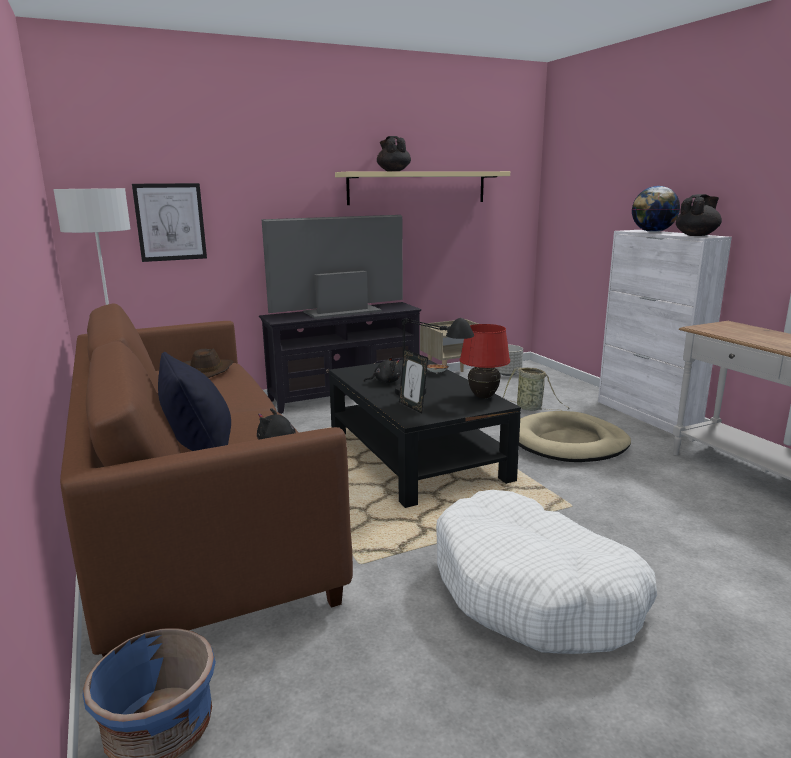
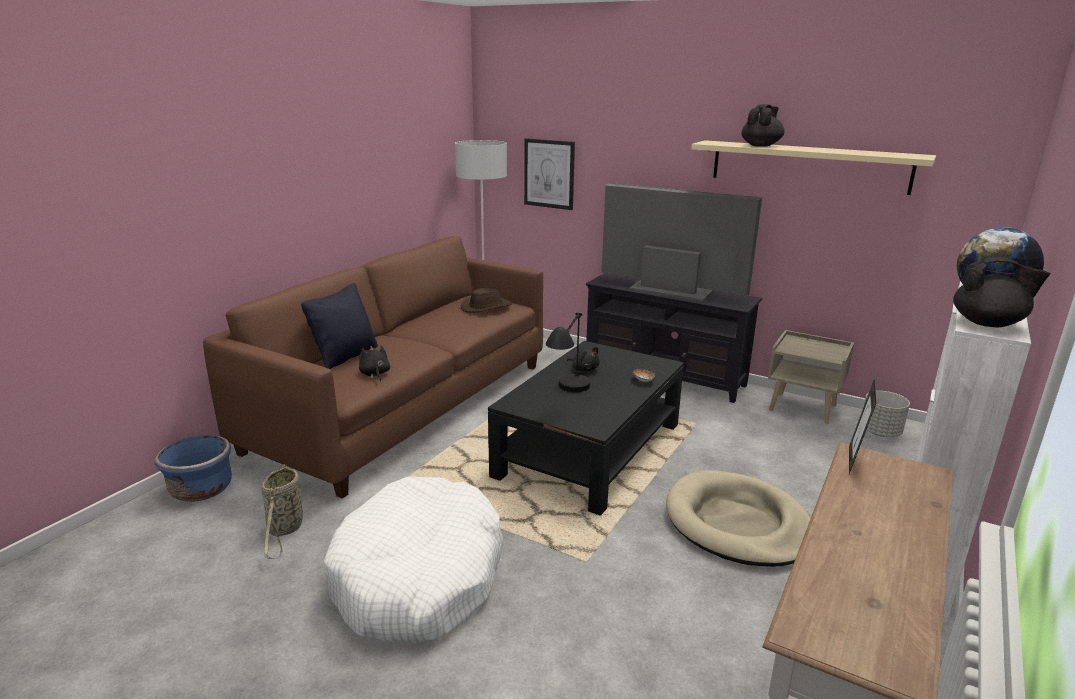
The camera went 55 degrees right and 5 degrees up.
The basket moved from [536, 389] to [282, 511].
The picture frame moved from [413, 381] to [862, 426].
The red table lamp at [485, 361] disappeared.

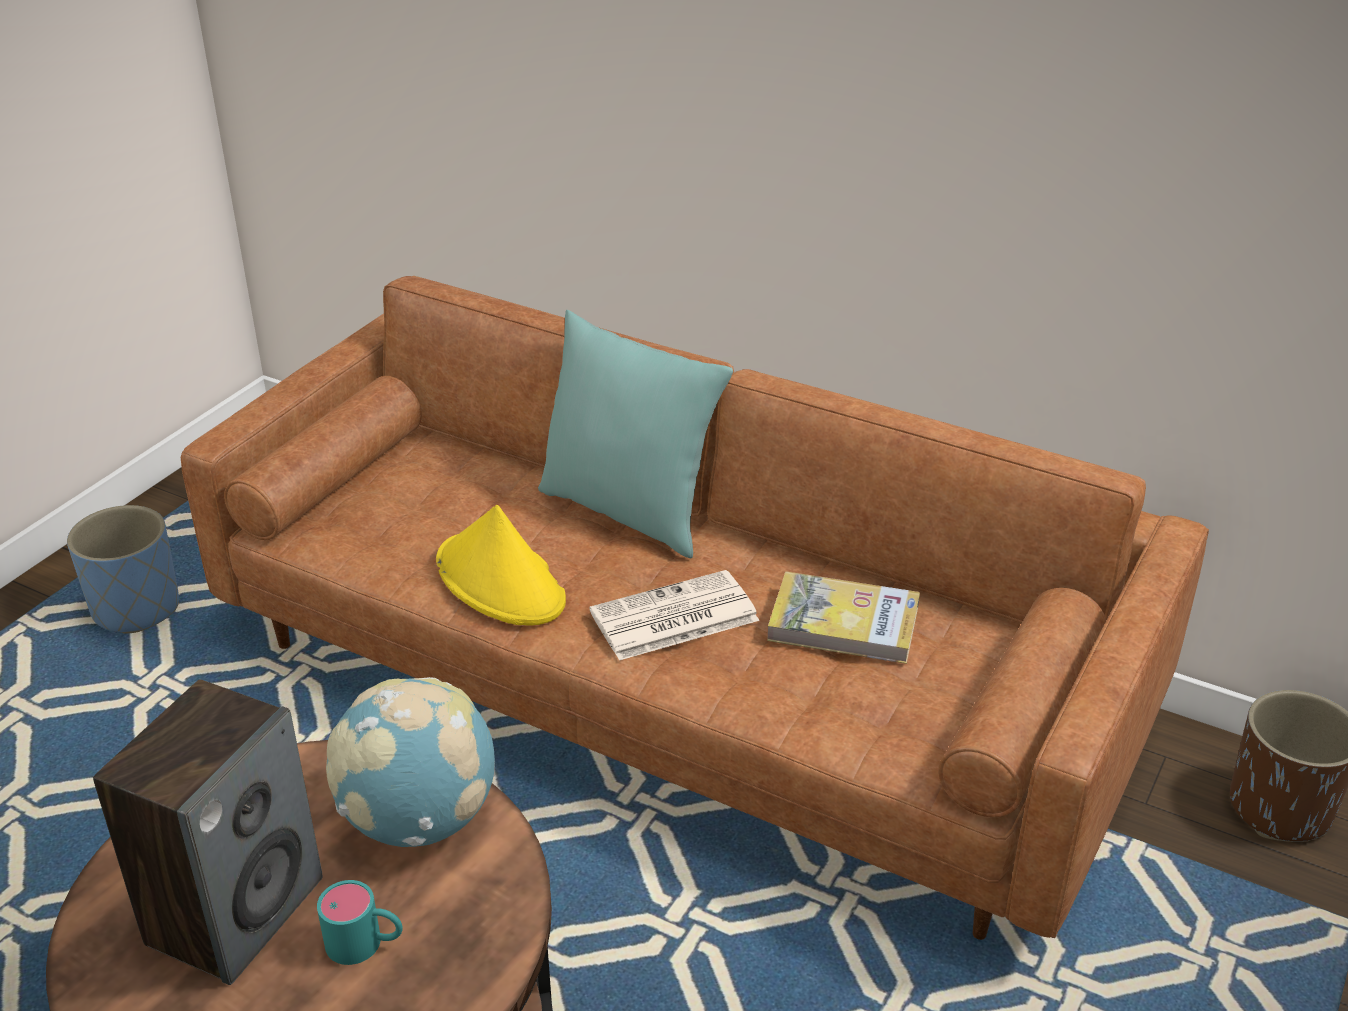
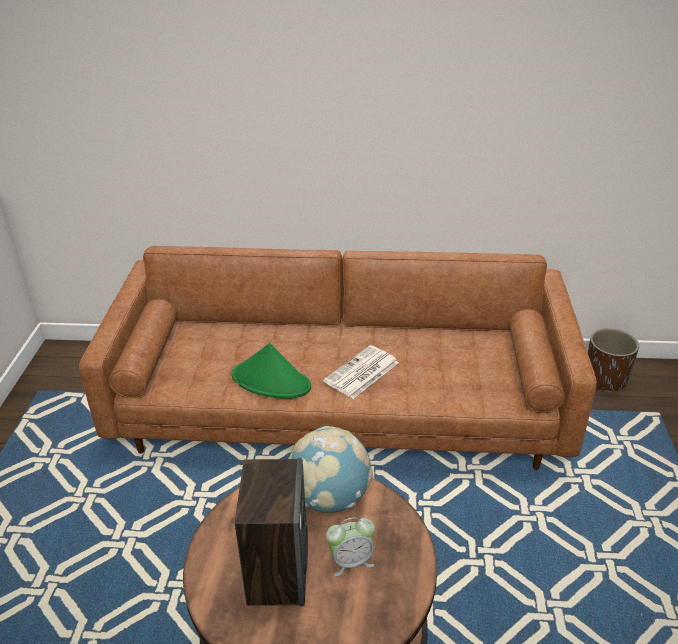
The camera went 25 degrees left and 0 degrees up.
The yellow hat at [501, 565] became the green hat at [271, 371].
The turquoise mug at [360, 922] was replaced by the alarm clock at [350, 546].
The blue planter at [123, 569] disappeared.
The turquoise pillow at [635, 434] disappeared.
The book at [843, 618] disappeared.

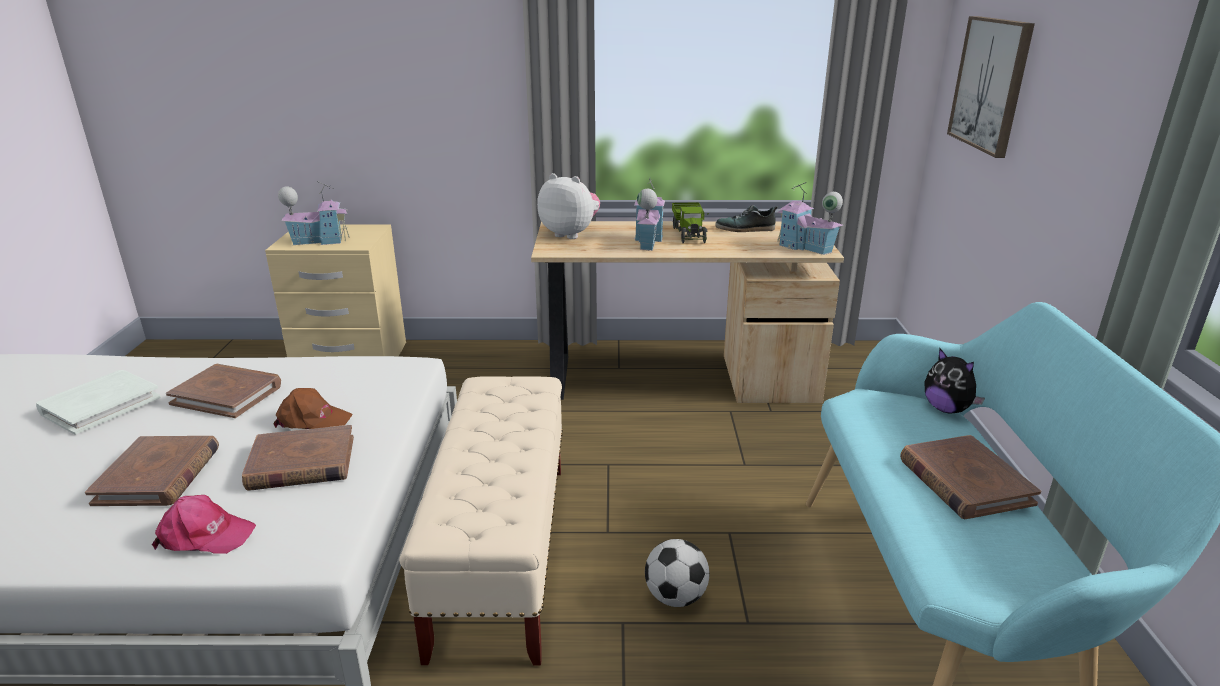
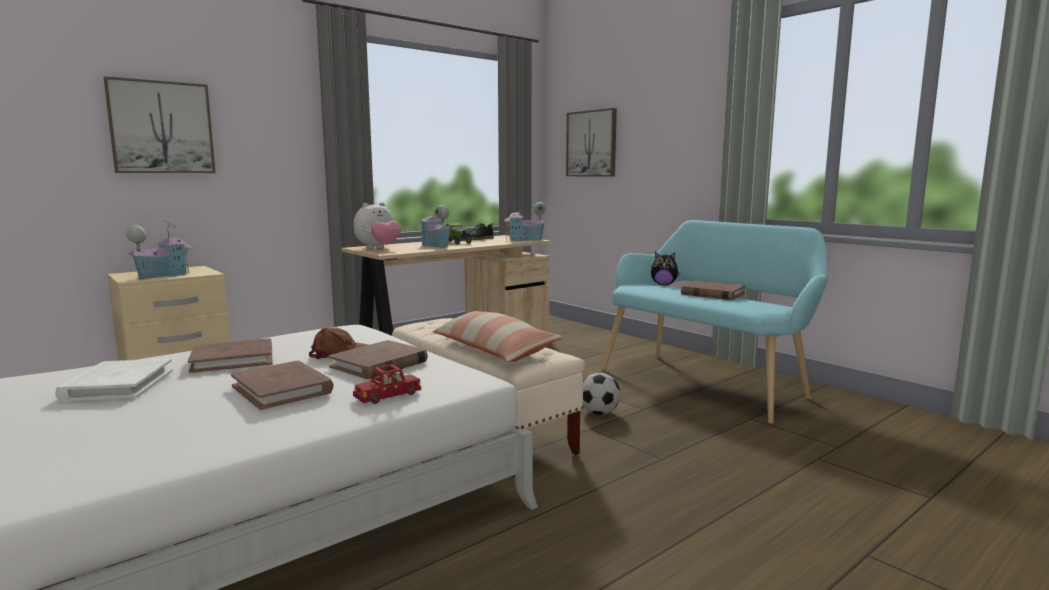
The camera went 40 degrees left and 15 degrees down.
The picture at [159, 124] appeared.
The plush toy at [568, 206] turned 150 degrees clockwise.
The pink cap at [204, 524] was replaced by the red toy car at [387, 384].
The pillow at [498, 336] appeared.

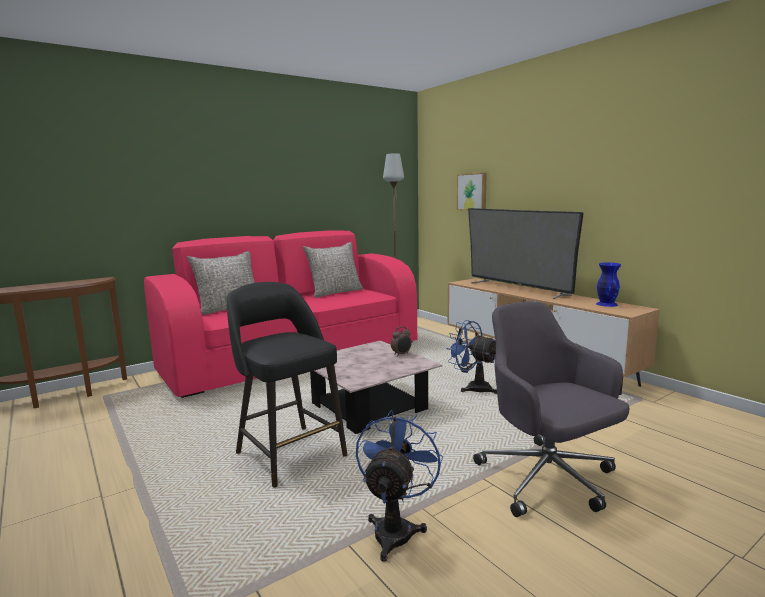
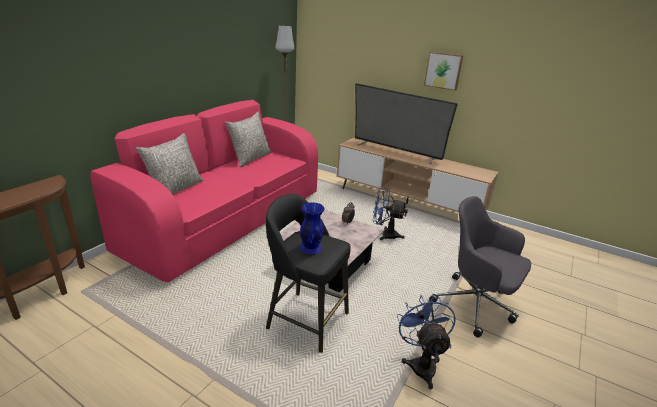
The camera went 25 degrees left and 15 degrees up.
The blue vase moved from [608, 284] to [312, 228].
The picture moved from [472, 191] to [444, 71].

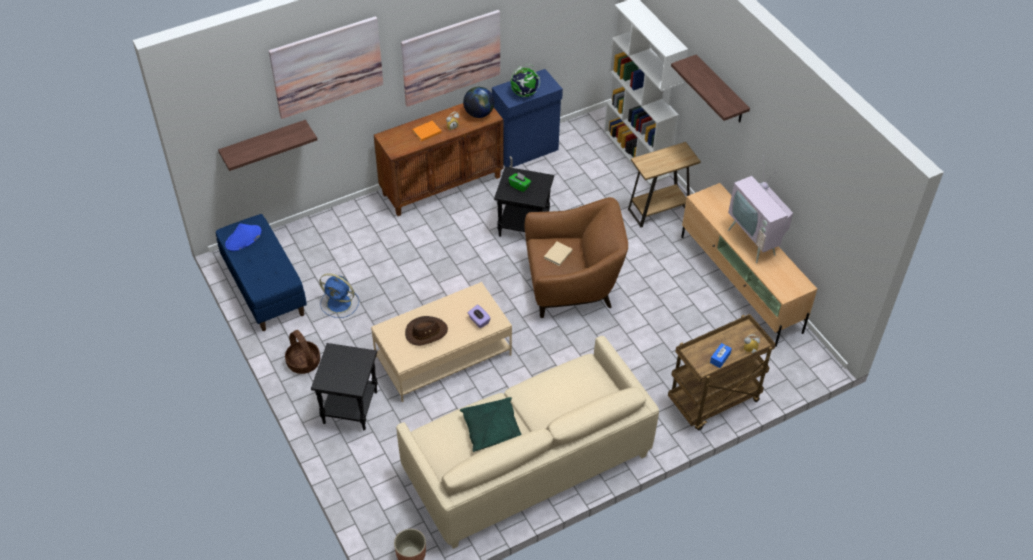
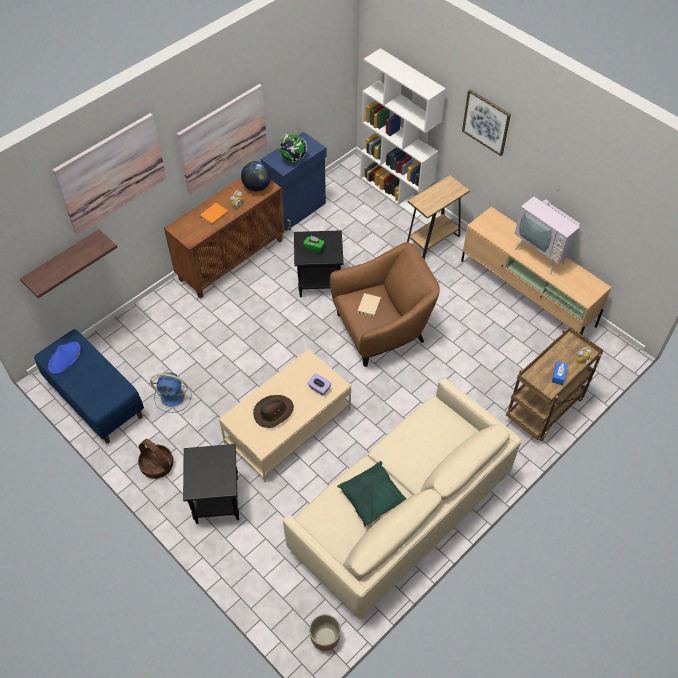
The camera went 15 degrees left and 5 degrees up.
The shelf at [710, 88] was replaced by the picture at [486, 122].

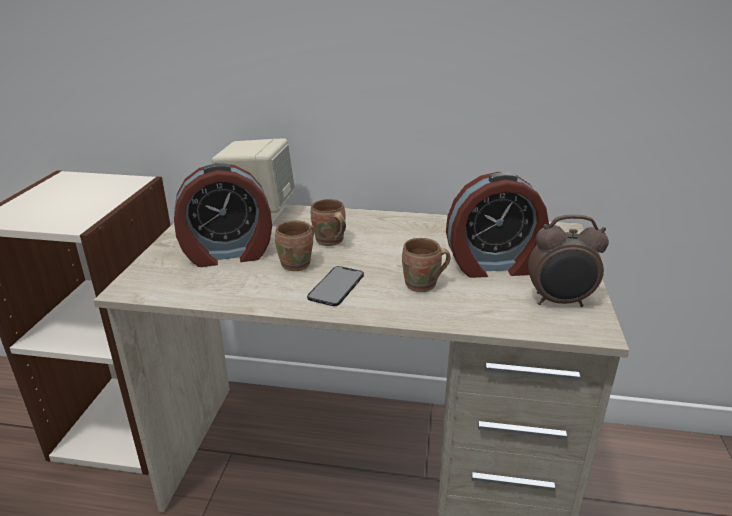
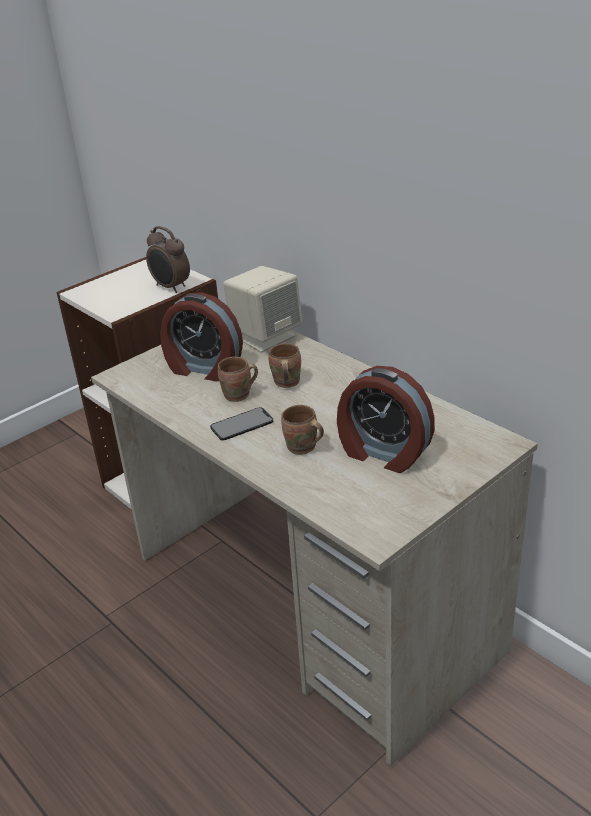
The camera went 40 degrees right and 5 degrees up.
The alarm clock moved from [568, 261] to [168, 259].

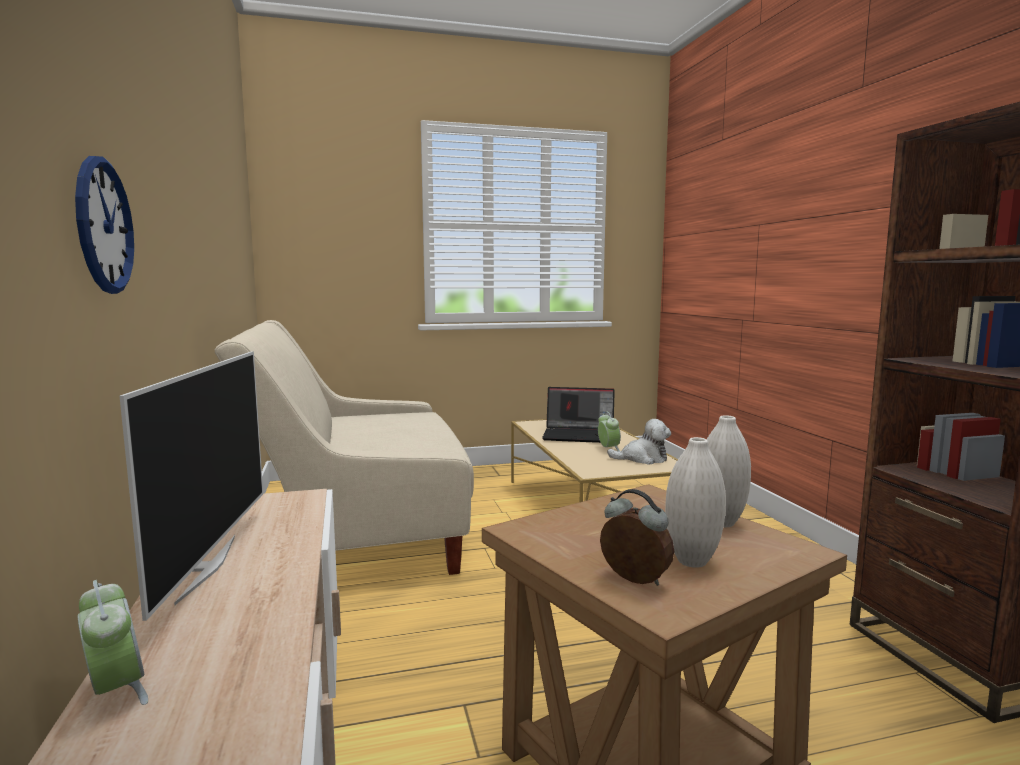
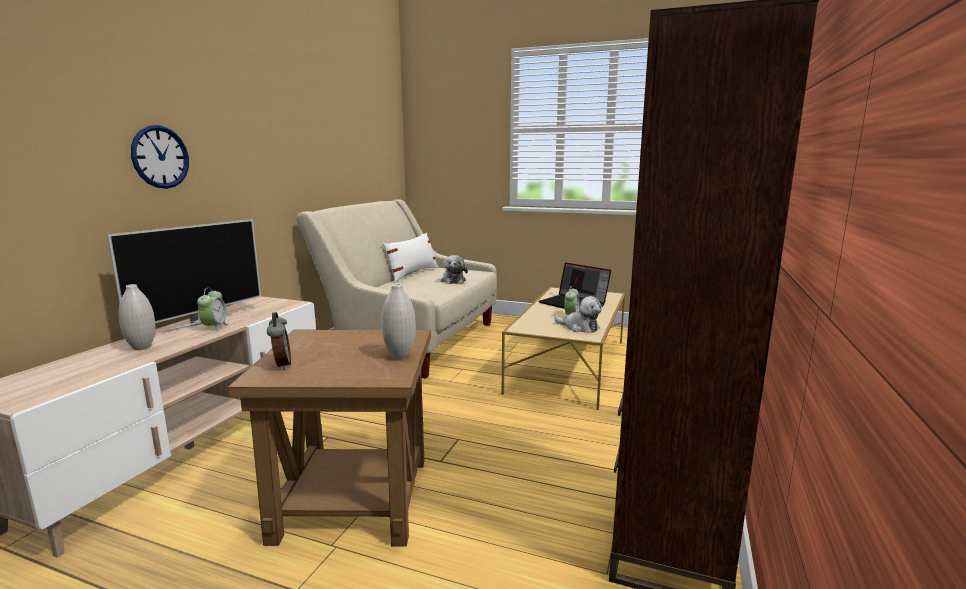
The camera went 35 degrees right and 5 degrees up.
The white vase moved from [695, 502] to [136, 317].
The alarm clock moved from [113, 642] to [213, 310].
The white pillow at [410, 257] appeared.
The plush toy at [454, 269] appeared.

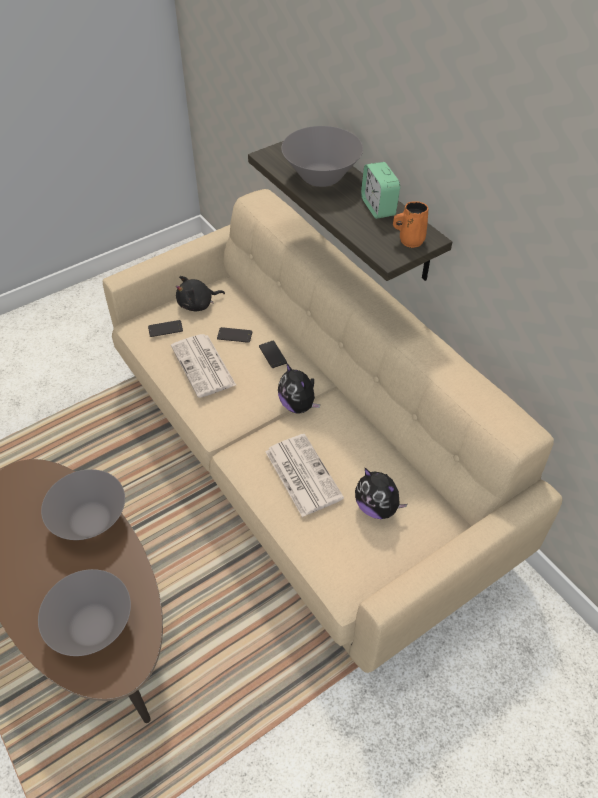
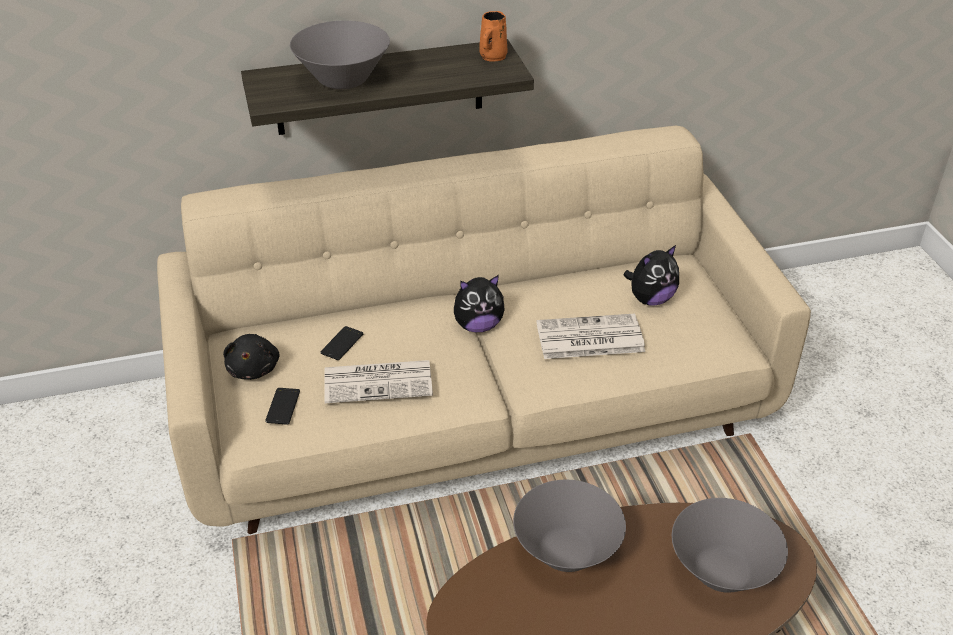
The camera went 70 degrees left and 10 degrees down.
The phone at [273, 354] disappeared.
The alarm clock at [380, 190] disappeared.

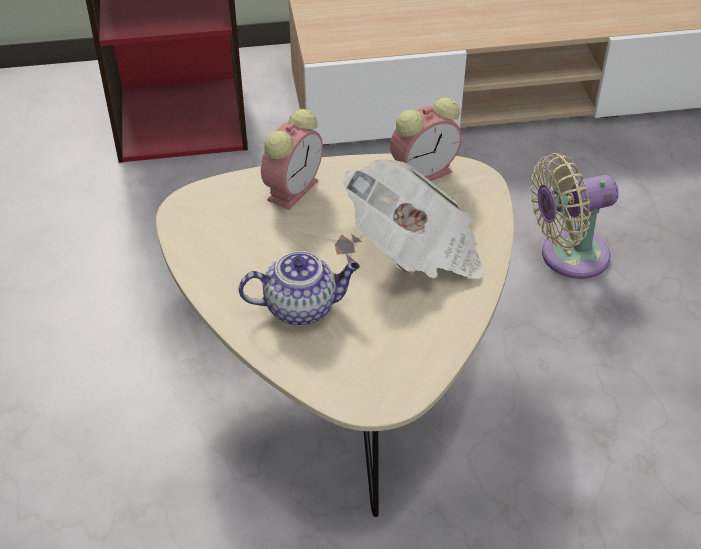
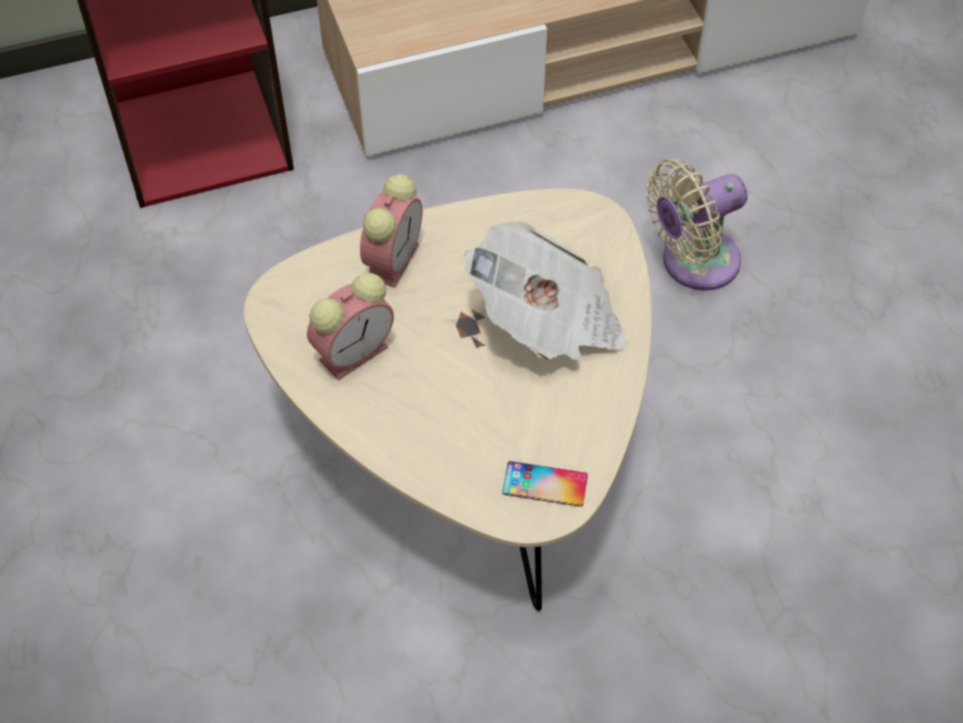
The camera went 10 degrees left and 10 degrees up.
The alarm clock moved from [426, 139] to [350, 326].
The phone at [545, 484] appeared.
The teapot at [299, 288] disappeared.

